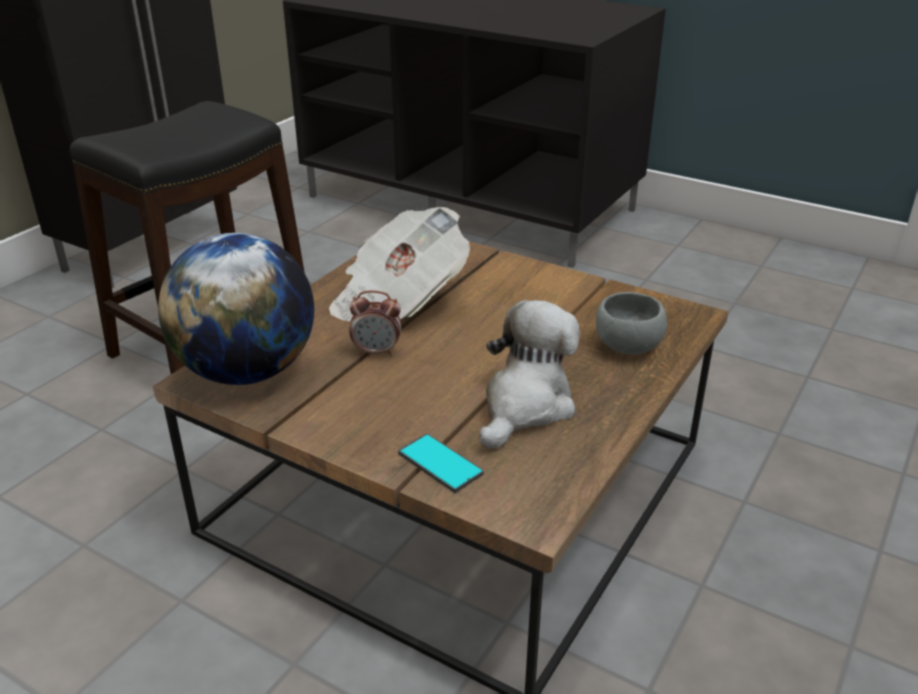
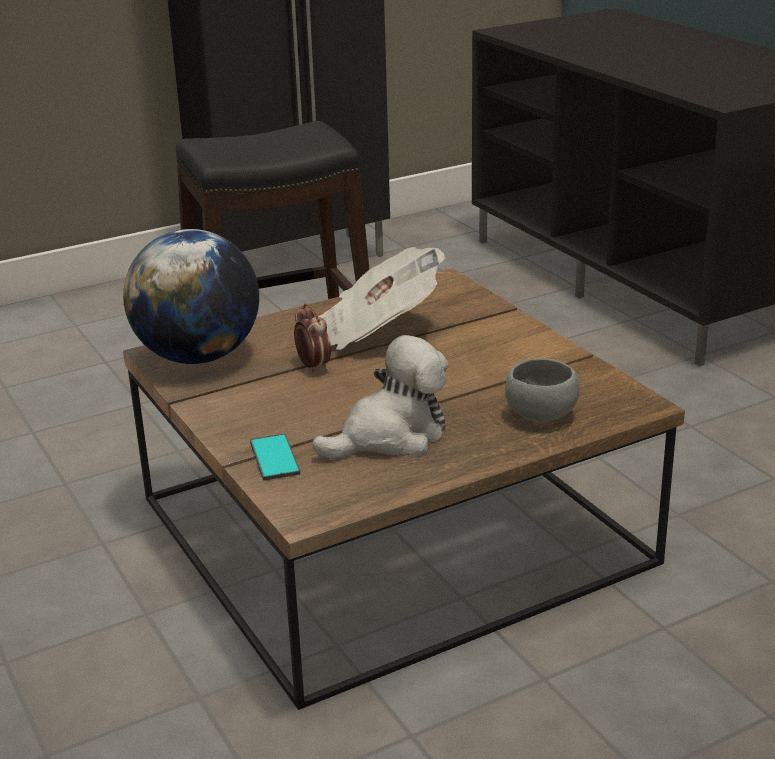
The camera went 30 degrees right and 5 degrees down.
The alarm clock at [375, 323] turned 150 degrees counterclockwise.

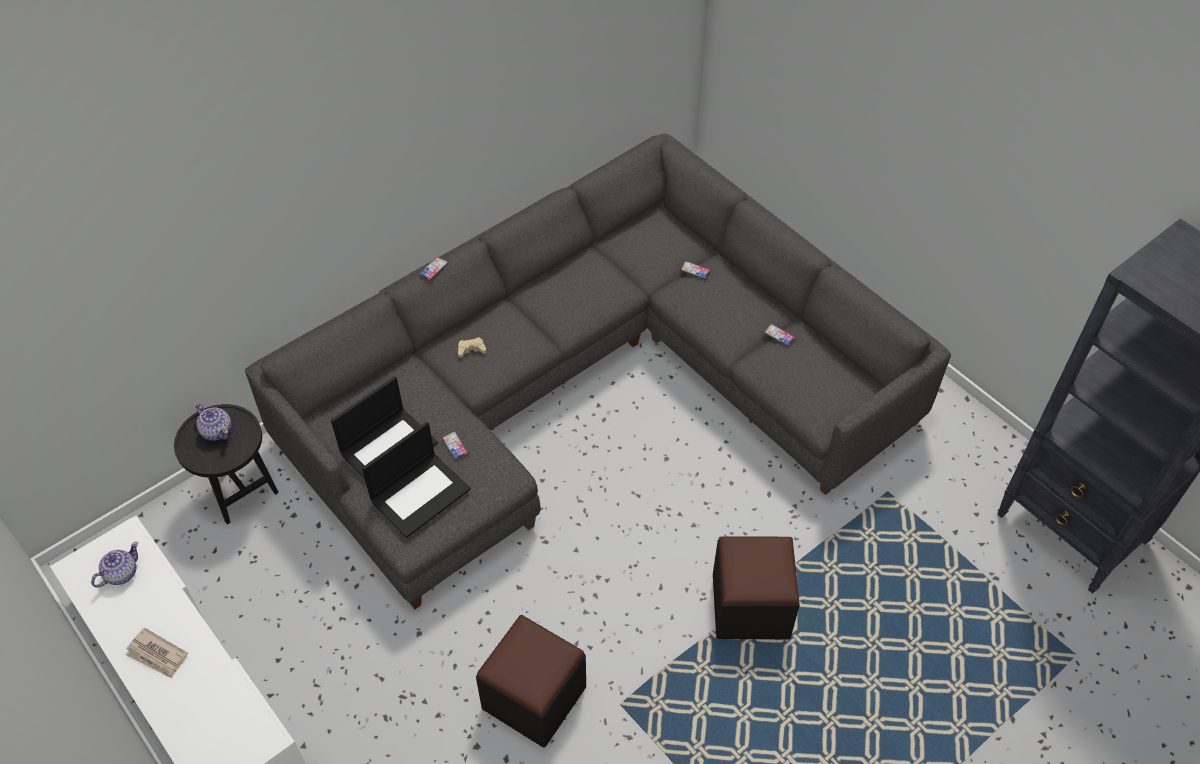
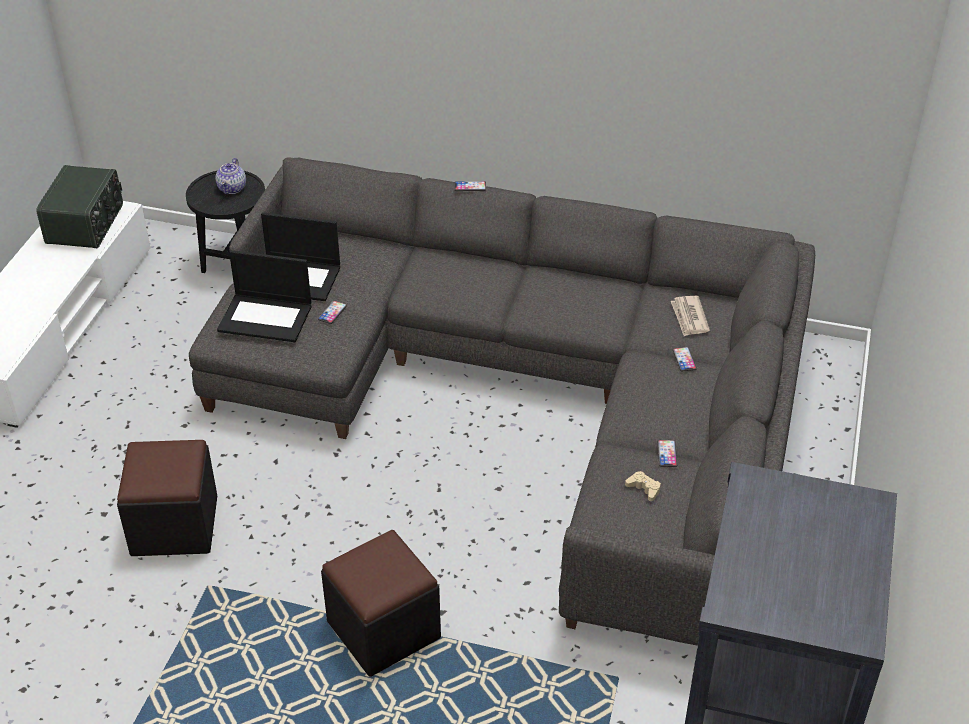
The camera went 55 degrees right and 10 degrees down.
The teapot at [114, 565] was replaced by the radio at [79, 206].
The beige game controller moved from [472, 347] to [643, 486].
The newspaper moved from [156, 653] to [690, 316].

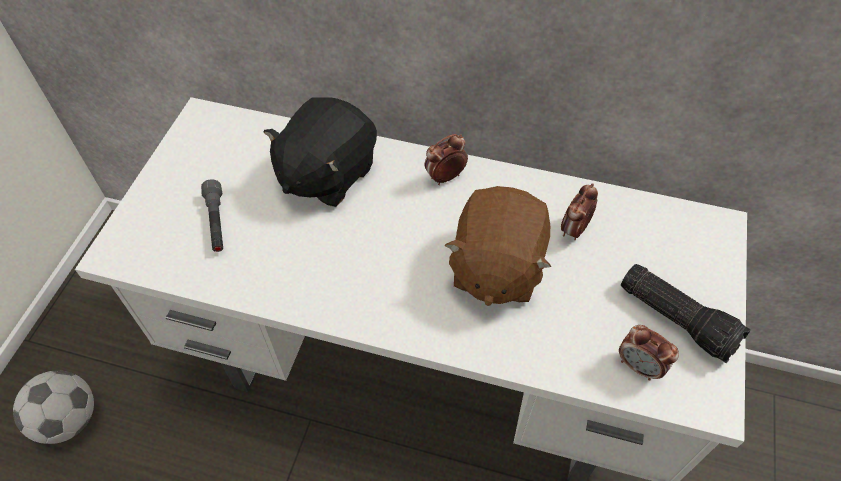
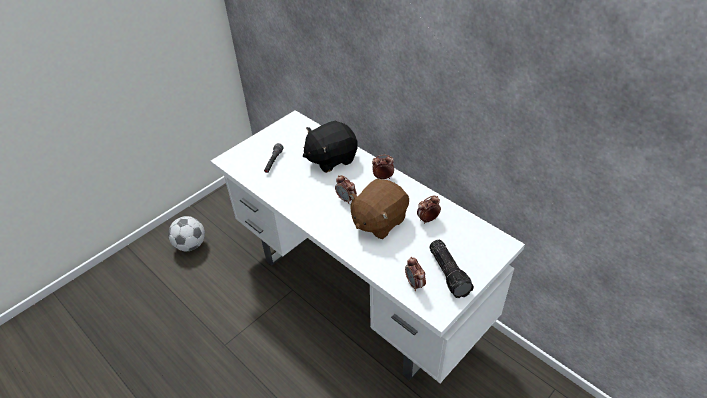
The camera went 30 degrees right and 10 degrees down.
The alarm clock at [346, 189] appeared.

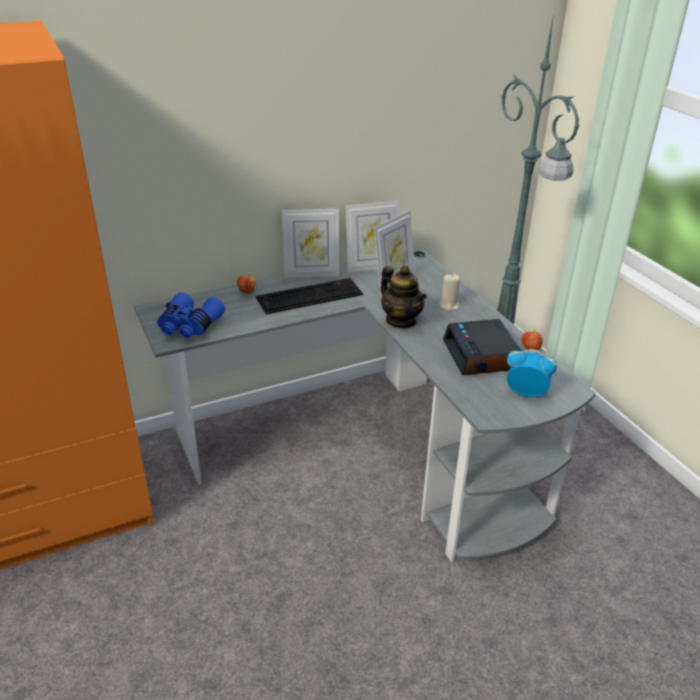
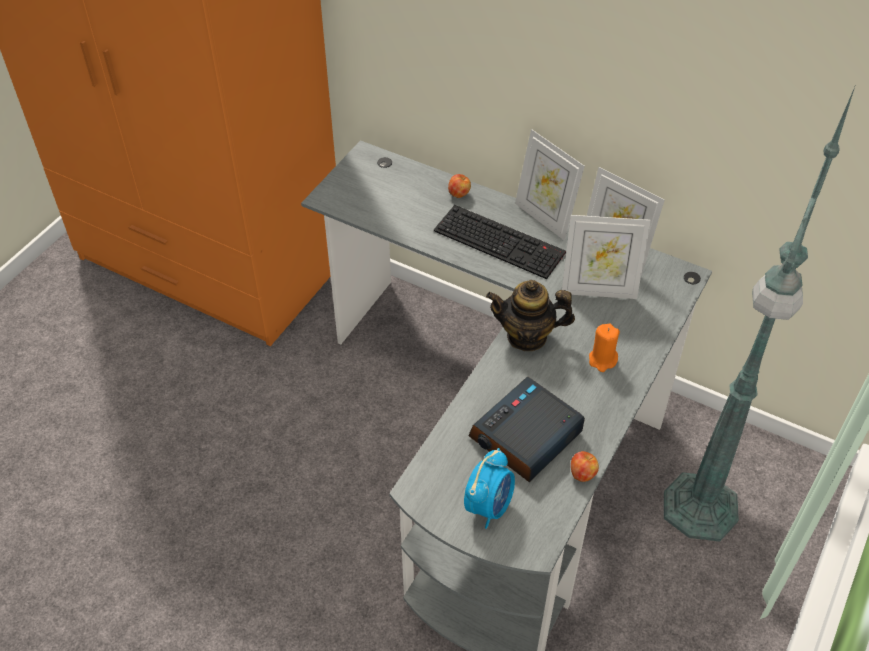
The camera went 55 degrees right and 15 degrees up.
The alarm clock at [532, 373] turned 45 degrees clockwise.
The teapot at [404, 297] turned 75 degrees clockwise.
The beige candle at [449, 292] became the orange candle at [604, 347].
The blue binoculars at [191, 315] disappeared.

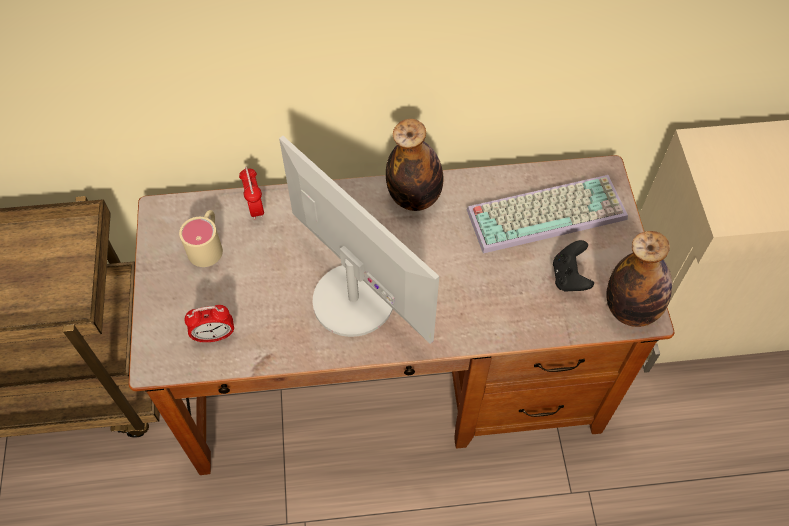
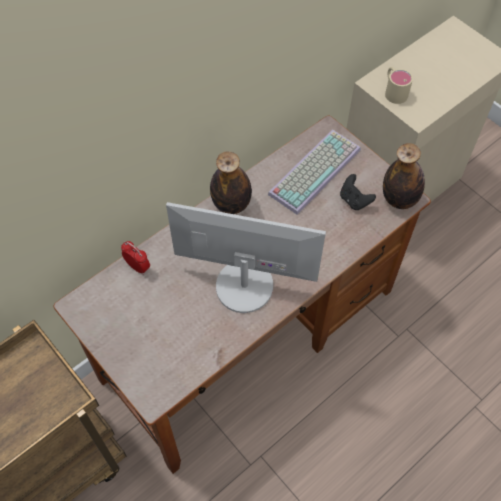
The camera went 35 degrees left and 0 degrees up.
The beige mug moved from [201, 238] to [399, 85].
The alarm clock at [209, 324] disappeared.

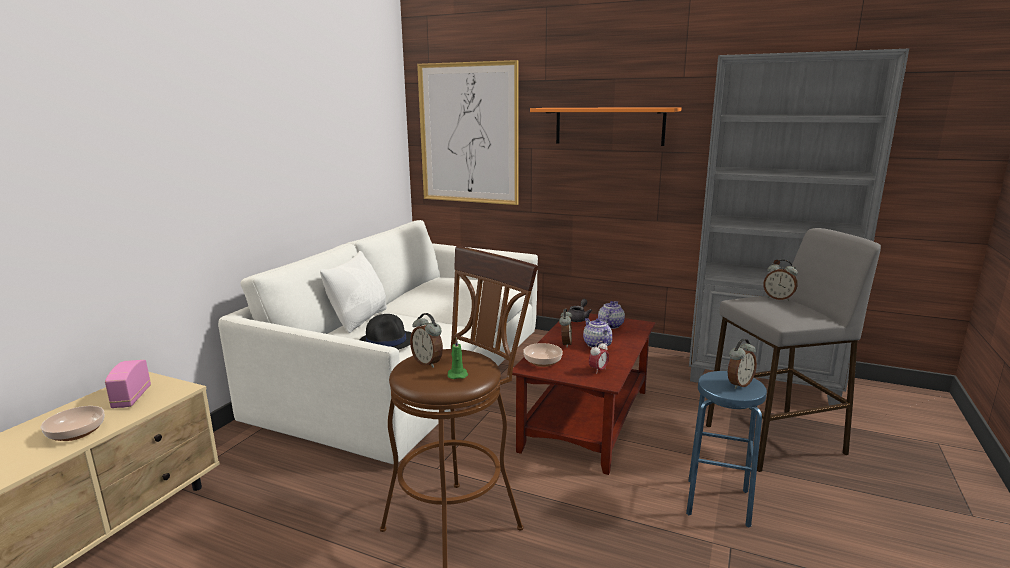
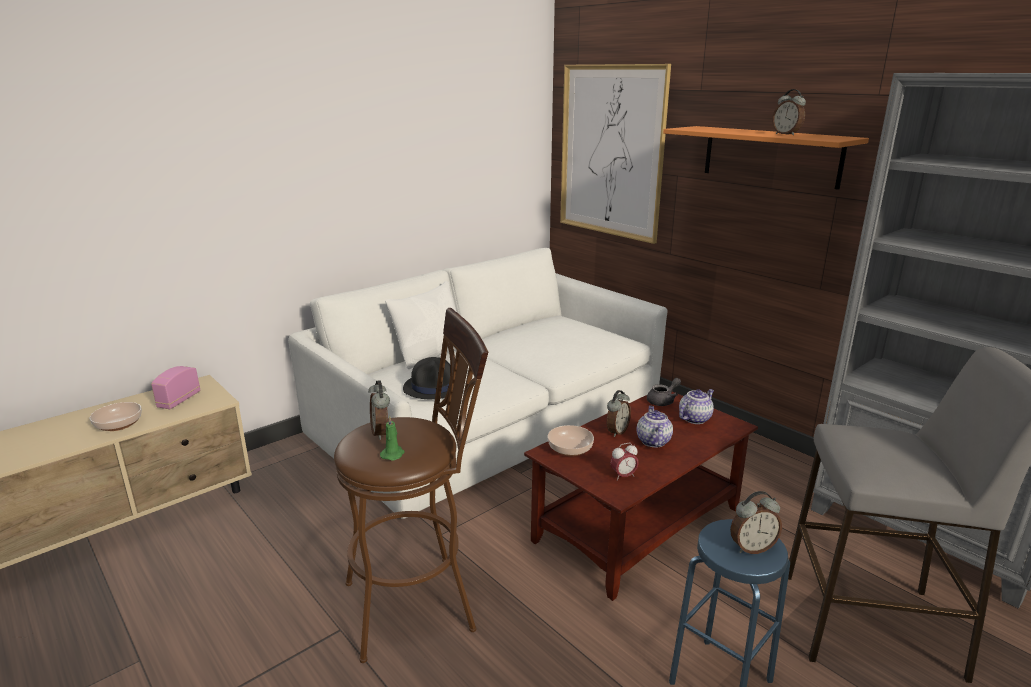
The camera went 25 degrees right and 5 degrees up.
The alarm clock moved from [780, 280] to [789, 112].

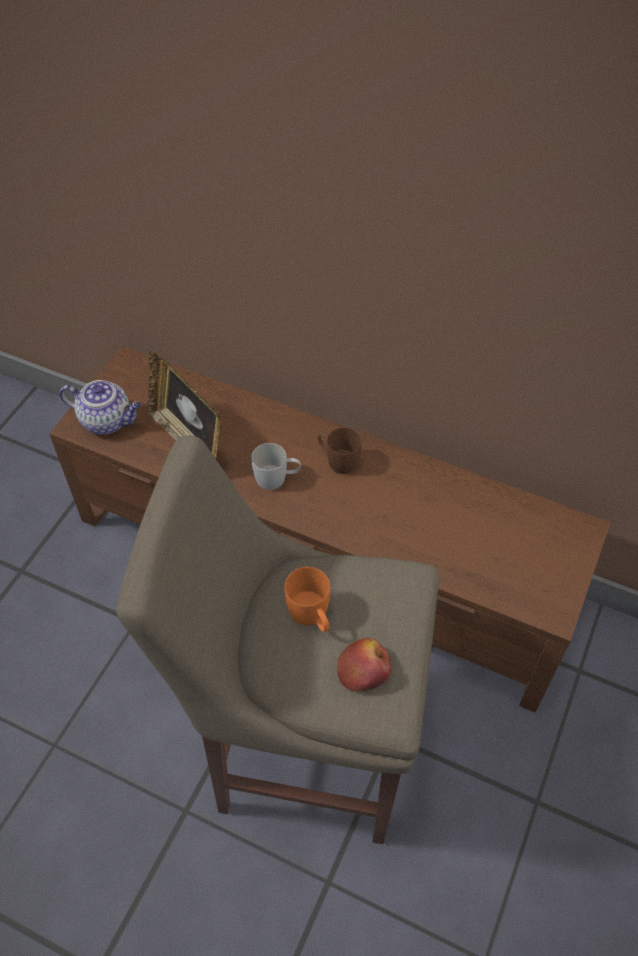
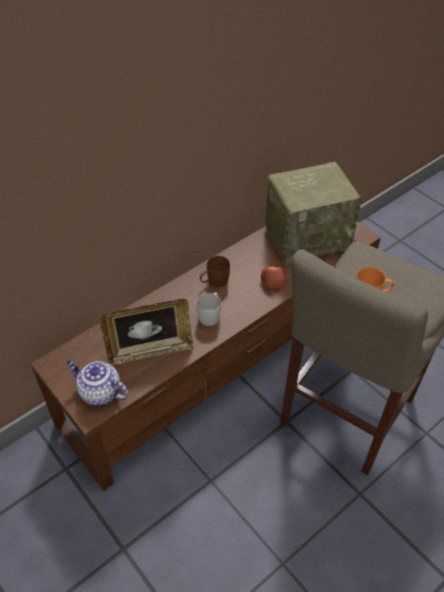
The camera went 65 degrees left and 5 degrees down.
The teapot at [100, 407] turned 105 degrees counterclockwise.
The apple moved from [364, 665] to [273, 279].
The radio at [313, 213] appeared.

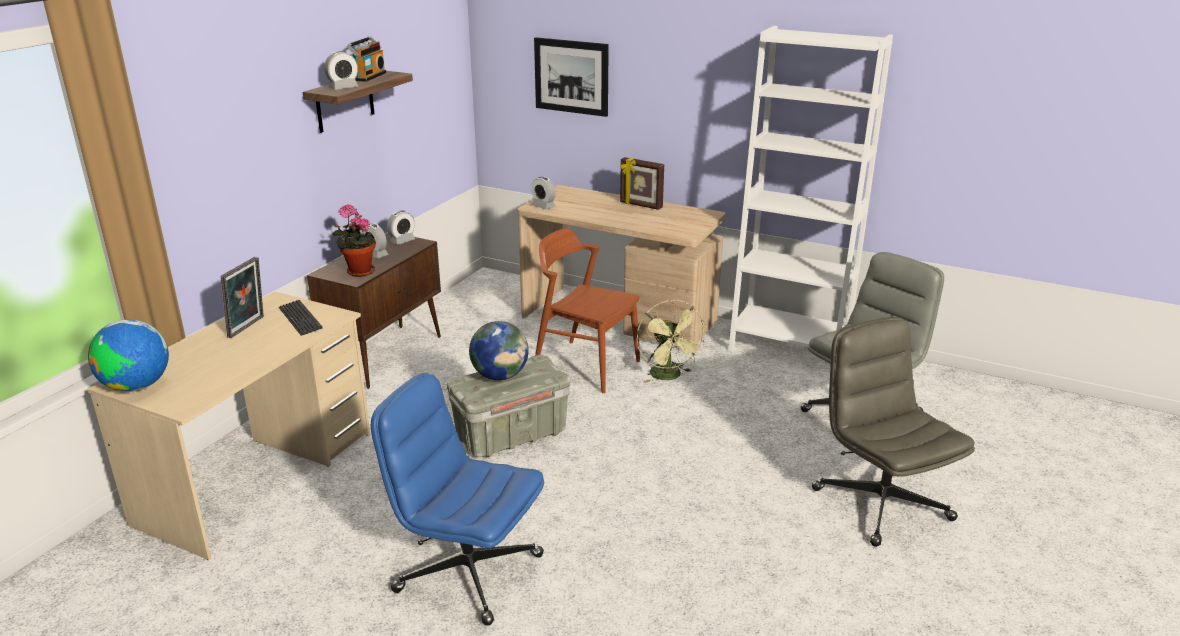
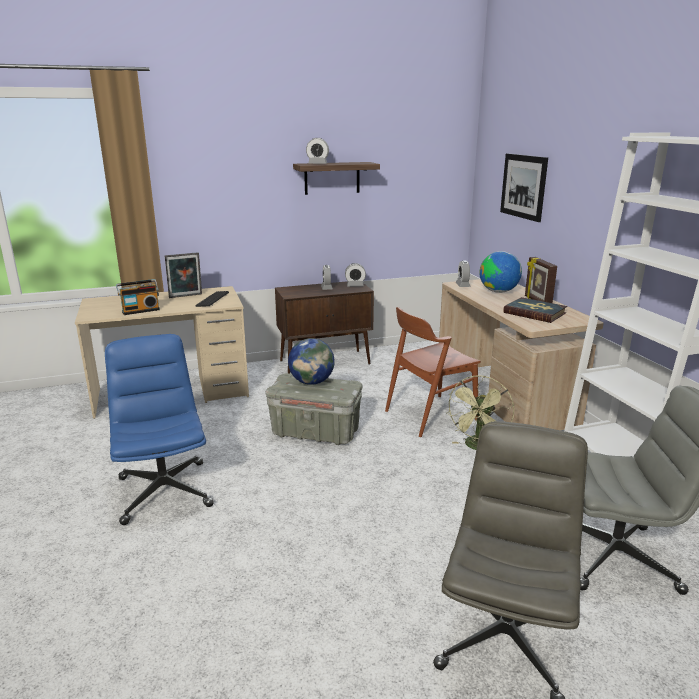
The camera went 45 degrees right and 5 degrees down.
The radio moved from [366, 59] to [138, 297].
The brown chair at [587, 310] turned 105 degrees counterclockwise.
The globe moved from [128, 355] to [500, 272].
The book at [535, 310] appeared.
The potted plant at [353, 240] disappeared.

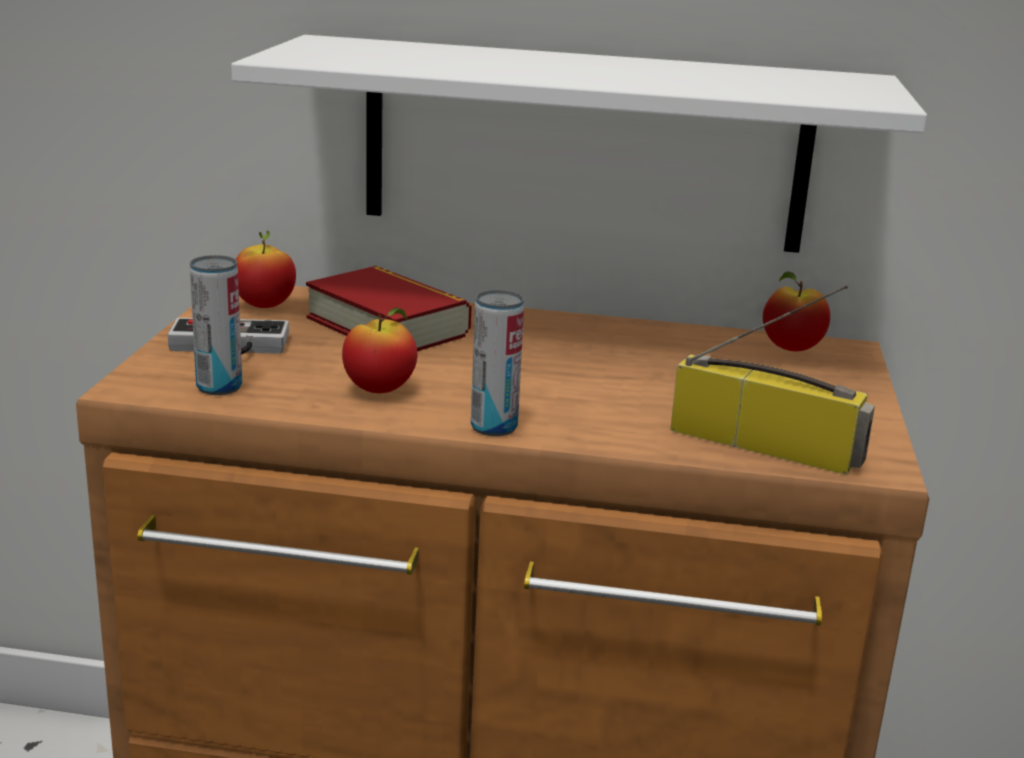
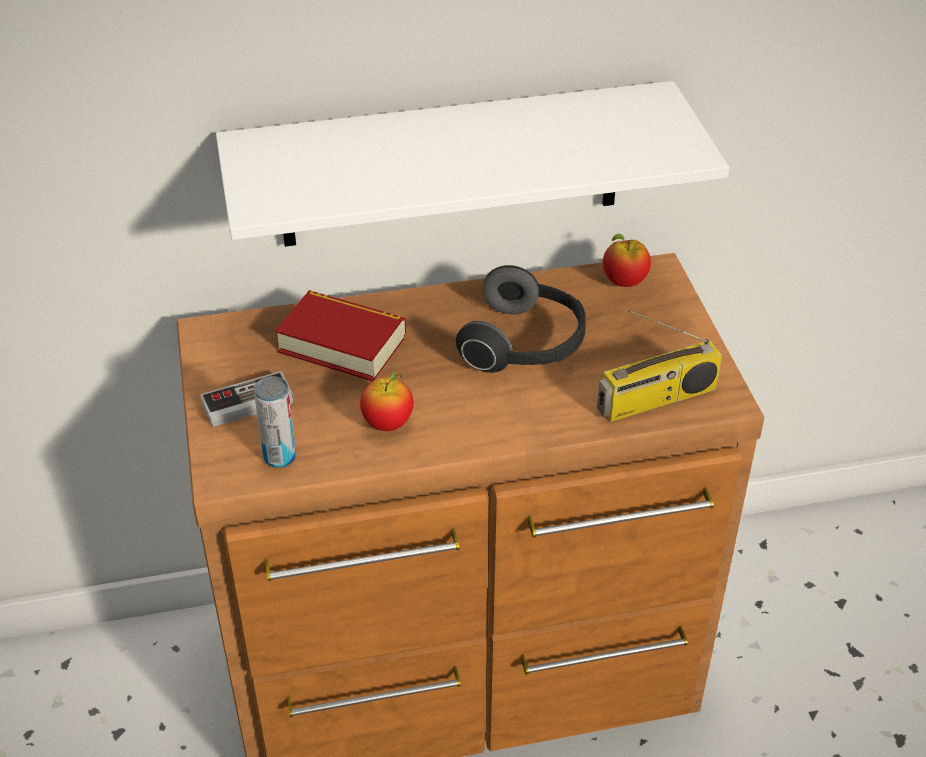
The camera went 20 degrees left and 20 degrees up.
The headphones at [521, 319] appeared.
The radio at [772, 380] turned 150 degrees clockwise.
The apple at [266, 269] disappeared.
The can at [497, 363] disappeared.

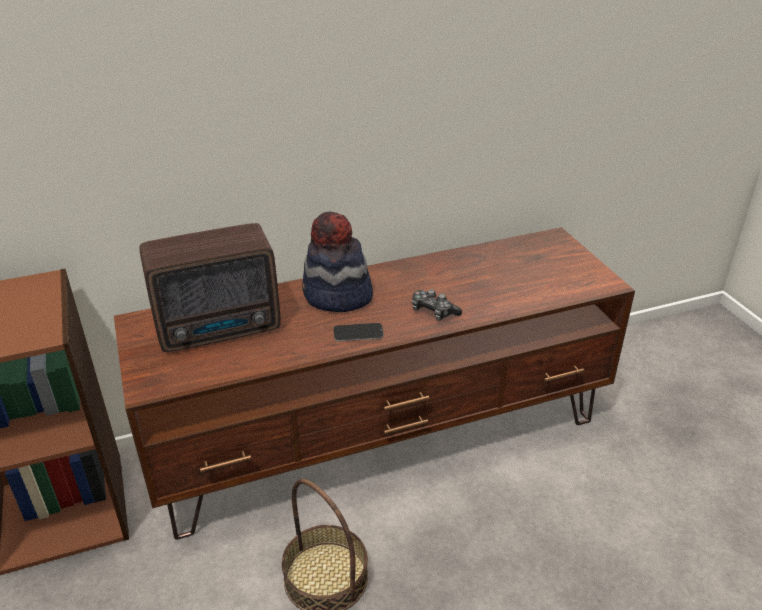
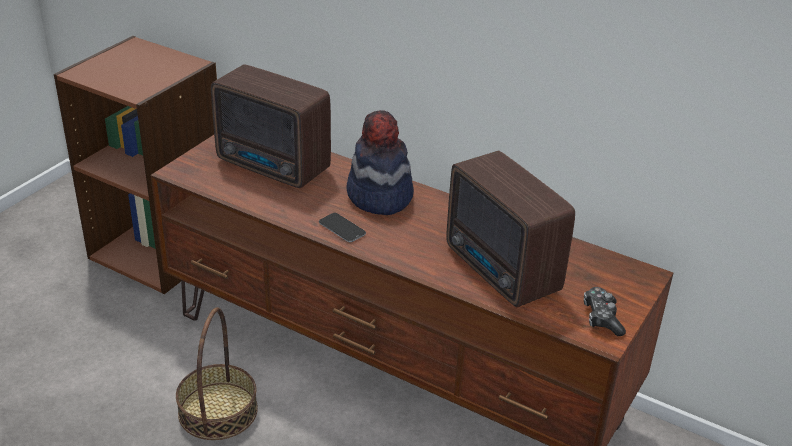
The camera went 50 degrees right and 0 degrees up.
The radio at [510, 229] appeared.
The game controller moved from [437, 305] to [605, 311].

